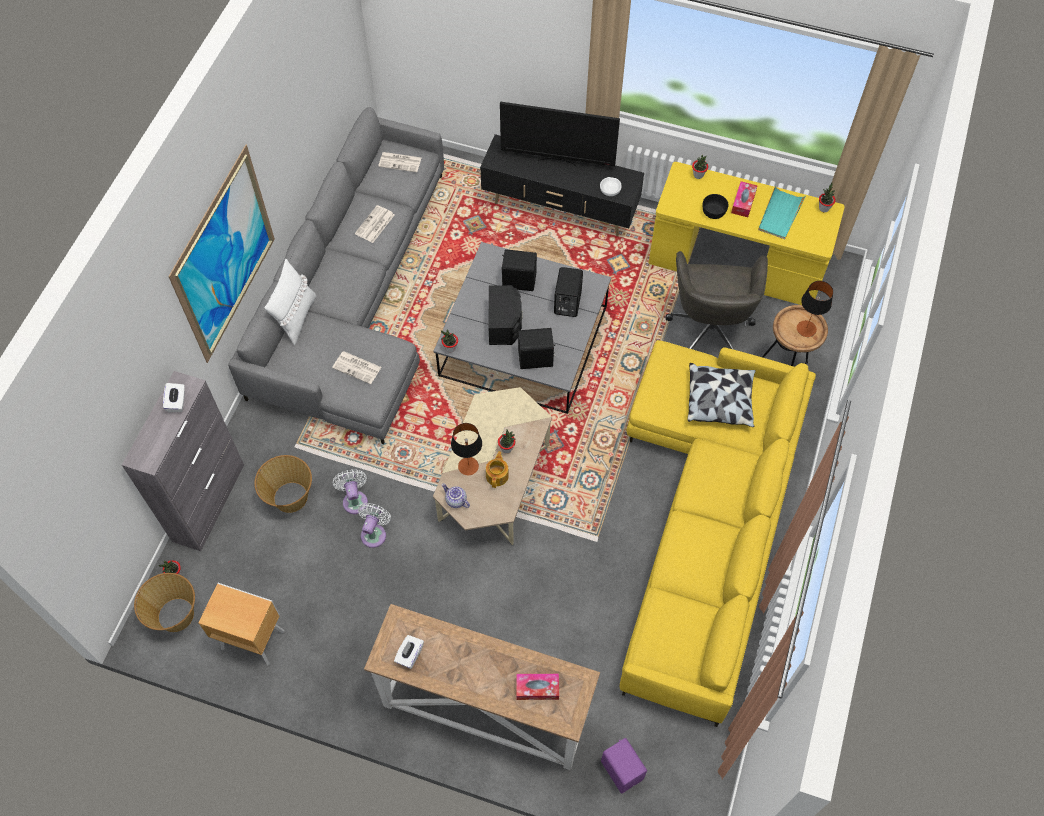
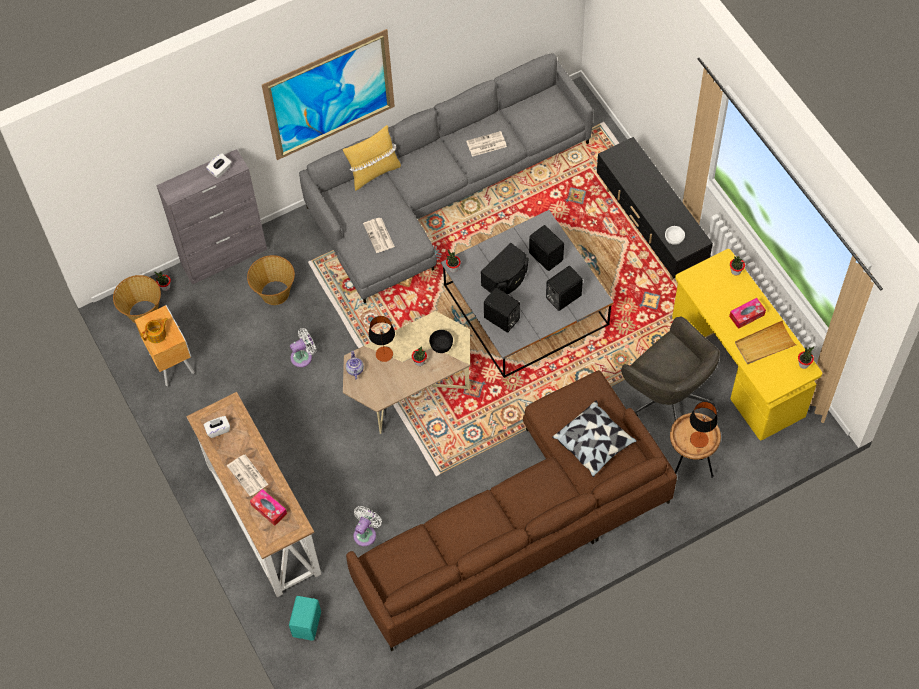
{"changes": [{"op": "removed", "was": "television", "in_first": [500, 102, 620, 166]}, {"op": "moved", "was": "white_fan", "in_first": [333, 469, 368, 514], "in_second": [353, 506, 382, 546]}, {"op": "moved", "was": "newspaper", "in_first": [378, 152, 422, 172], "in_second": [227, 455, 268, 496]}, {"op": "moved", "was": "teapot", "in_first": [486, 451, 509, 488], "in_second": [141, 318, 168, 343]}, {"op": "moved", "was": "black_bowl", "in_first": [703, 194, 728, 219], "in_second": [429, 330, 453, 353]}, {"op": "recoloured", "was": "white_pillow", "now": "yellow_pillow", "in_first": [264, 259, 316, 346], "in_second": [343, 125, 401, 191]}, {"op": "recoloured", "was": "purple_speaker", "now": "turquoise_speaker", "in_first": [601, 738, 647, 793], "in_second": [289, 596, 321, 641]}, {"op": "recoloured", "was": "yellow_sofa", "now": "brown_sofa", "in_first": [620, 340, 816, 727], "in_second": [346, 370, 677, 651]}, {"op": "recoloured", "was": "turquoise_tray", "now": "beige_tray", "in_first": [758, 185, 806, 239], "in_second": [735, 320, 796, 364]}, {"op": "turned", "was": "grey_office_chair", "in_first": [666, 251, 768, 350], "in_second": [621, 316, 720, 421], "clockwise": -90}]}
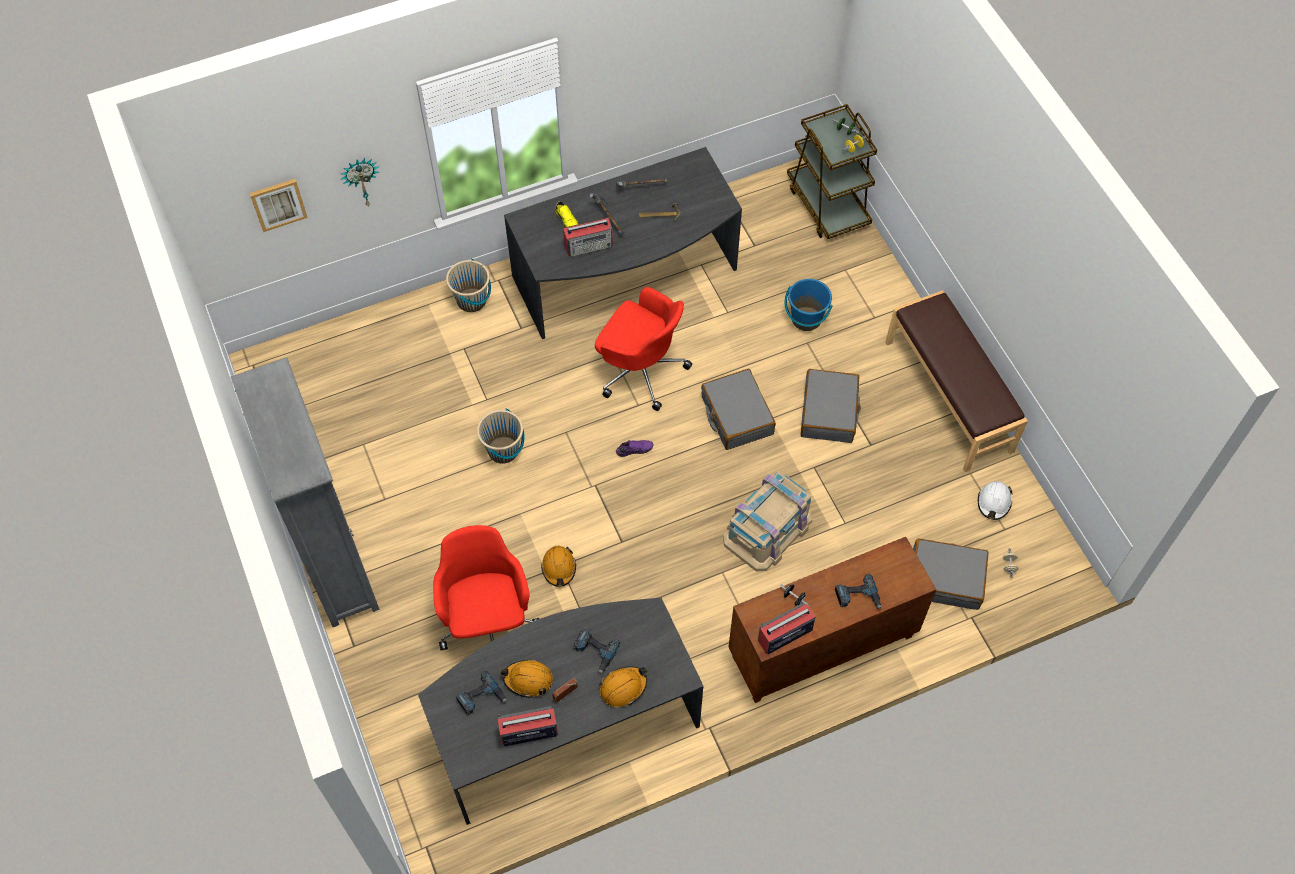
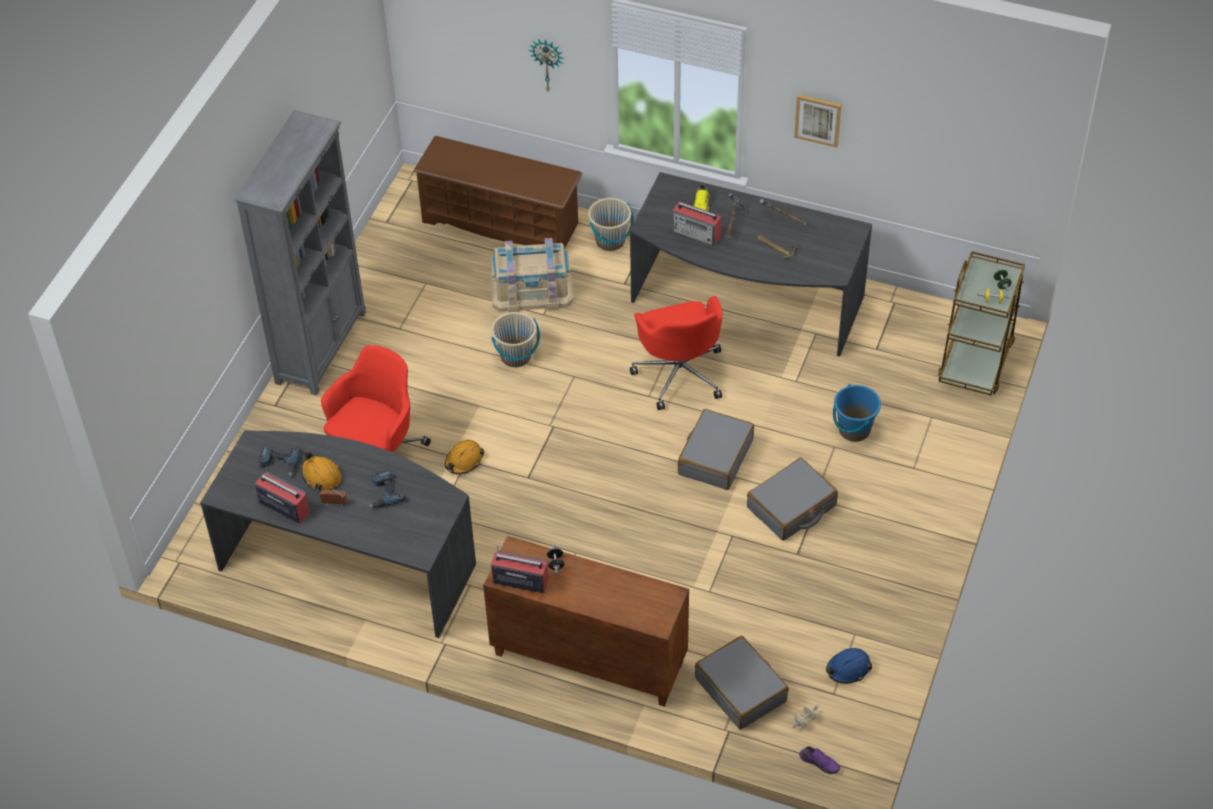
{"changes": [{"op": "removed", "was": "orange_hard_hat", "in_first": [599, 666, 647, 707]}, {"op": "removed", "was": "power_drill", "in_first": [835, 574, 881, 610]}, {"op": "removed", "was": "brown_bench", "in_first": [885, 290, 1028, 472]}, {"op": "added", "now": "brown_shoe_rack", "in_second": [413, 136, 583, 247]}, {"op": "moved", "was": "picture", "in_first": [249, 179, 308, 232], "in_second": [794, 94, 842, 148]}, {"op": "moved", "was": "purple_shoe", "in_first": [616, 440, 653, 457], "in_second": [799, 746, 840, 774]}, {"op": "moved", "was": "beige_storage_box", "in_first": [723, 472, 812, 571], "in_second": [491, 238, 574, 313]}, {"op": "recoloured", "was": "white_hard_hat", "now": "blue_hard_hat", "in_first": [978, 481, 1013, 520], "in_second": [826, 648, 872, 683]}]}
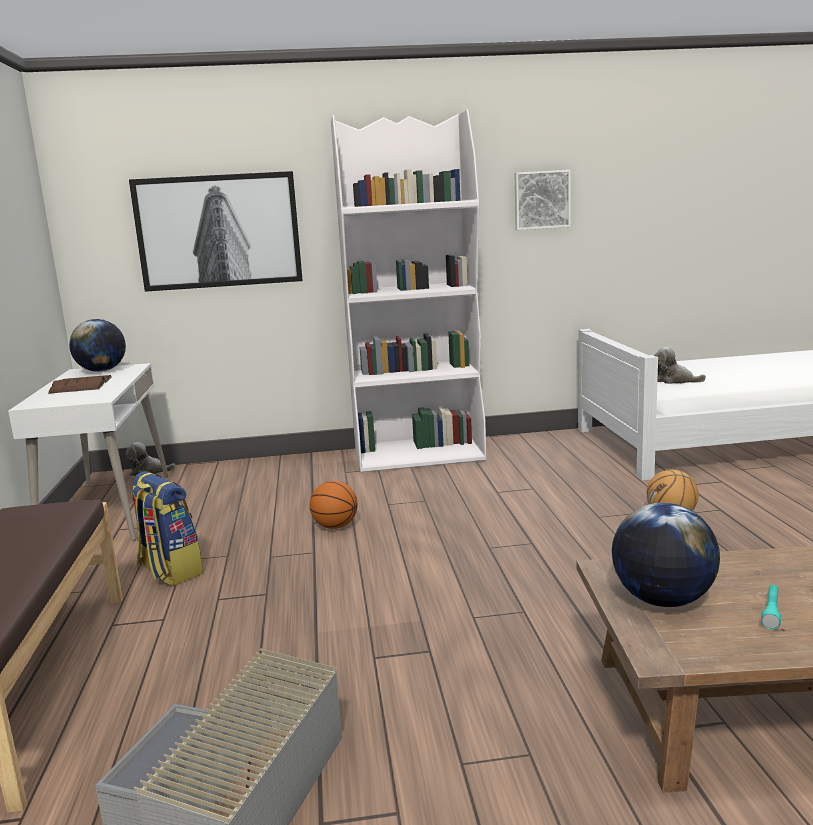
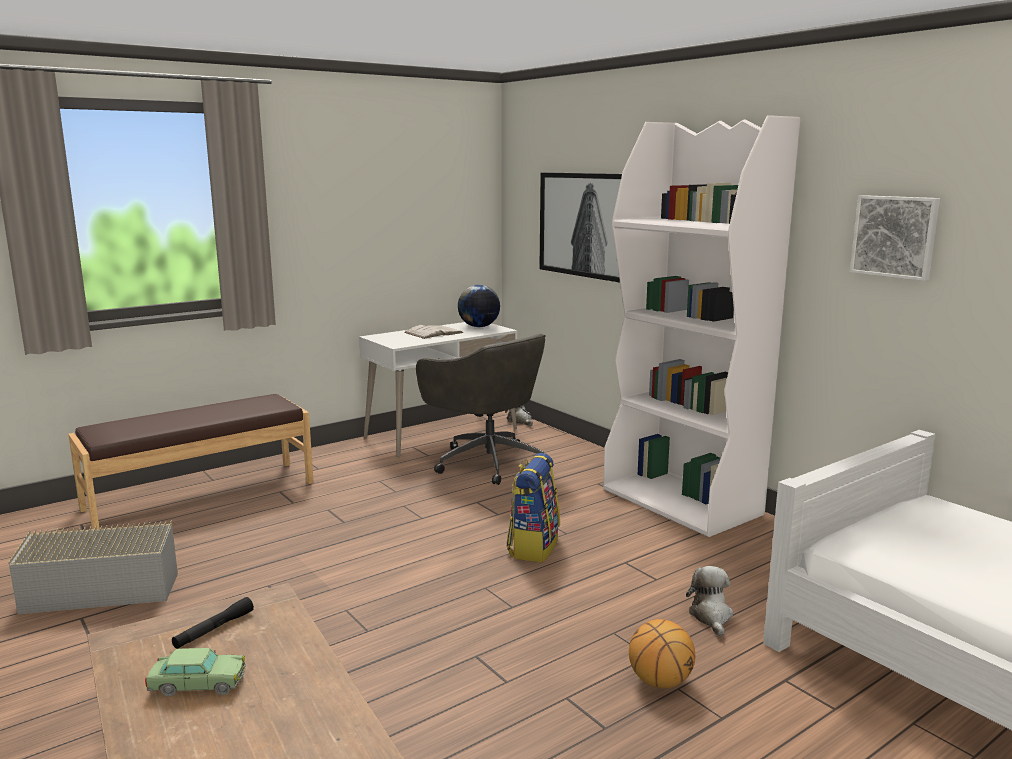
{"changes": [{"op": "removed", "was": "basketball", "in_first": [310, 481, 358, 529]}, {"op": "added", "now": "grey_office_chair", "in_second": [416, 334, 546, 485]}, {"op": "moved", "was": "backpack", "in_first": [131, 471, 203, 586], "in_second": [506, 453, 560, 562]}, {"op": "moved", "was": "plush_toy", "in_first": [654, 347, 706, 384], "in_second": [686, 566, 733, 637]}, {"op": "replaced", "was": "globe", "now": "black_flashlight", "in_first": [612, 503, 720, 607], "in_second": [172, 597, 254, 649]}, {"op": "replaced", "was": "turquoise_flashlight", "now": "toy_car", "in_first": [761, 585, 781, 630], "in_second": [145, 648, 246, 697]}, {"op": "recoloured", "was": "brown_book", "now": "white_book", "in_first": [48, 375, 112, 394], "in_second": [404, 325, 463, 339]}]}
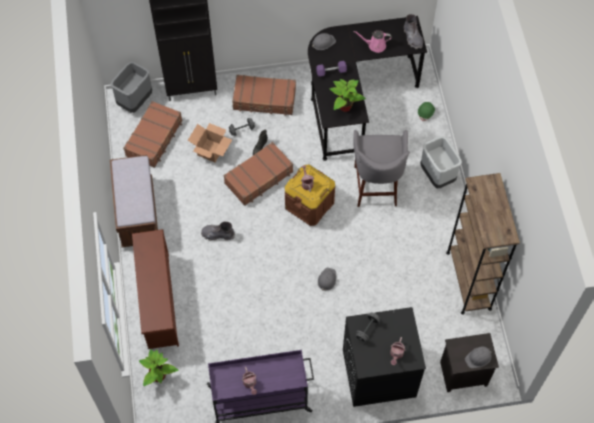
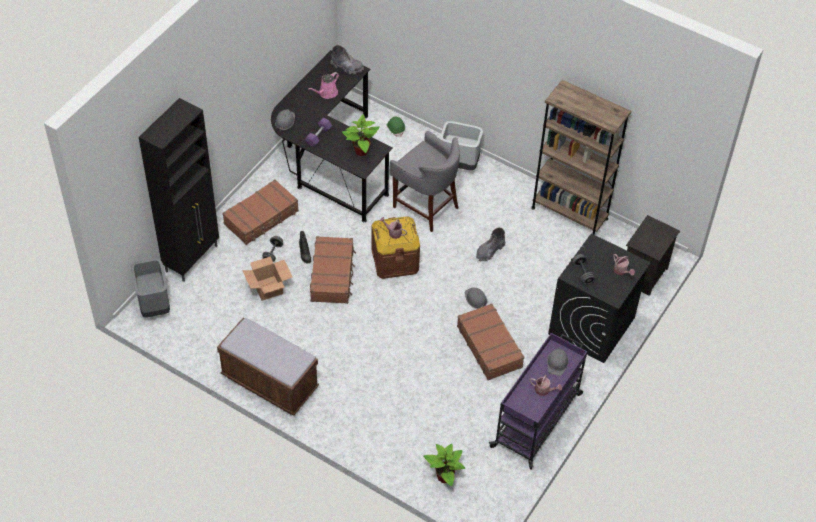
{"changes": [{"op": "removed", "was": "brown_shoe_rack", "in_first": [132, 229, 179, 349]}, {"op": "moved", "was": "brown_suitcase", "in_first": [123, 101, 182, 168], "in_second": [457, 303, 524, 380]}, {"op": "moved", "was": "grey_boot", "in_first": [201, 222, 235, 241], "in_second": [476, 228, 505, 261]}, {"op": "moved", "was": "grey_hard_hat", "in_first": [465, 346, 492, 368], "in_second": [547, 348, 568, 376]}]}
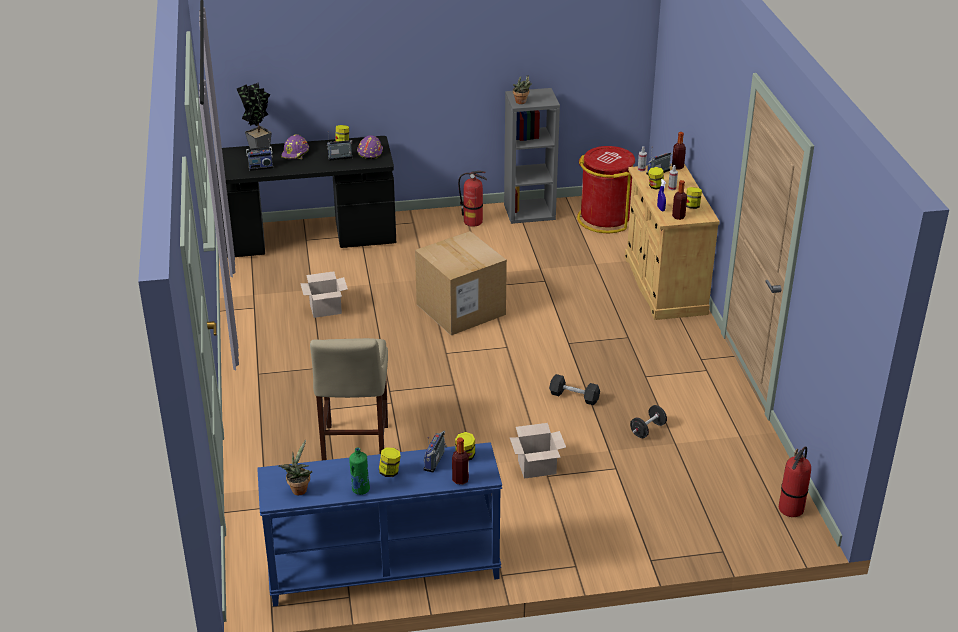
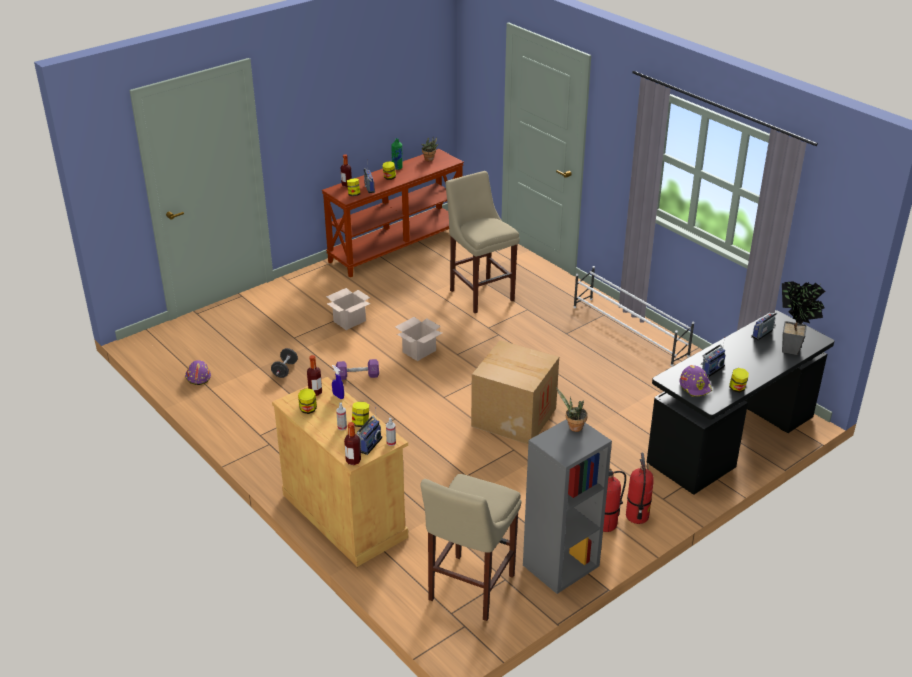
{"changes": [{"op": "added", "now": "white_shoe_rack", "in_second": [573, 266, 694, 367]}, {"op": "moved", "was": "purple_hard_hat", "in_first": [281, 135, 309, 160], "in_second": [185, 360, 211, 385]}, {"op": "moved", "was": "cardboard_box", "in_first": [300, 271, 348, 318], "in_second": [395, 317, 442, 361]}, {"op": "moved", "was": "fire_extinguisher", "in_first": [779, 446, 811, 517], "in_second": [626, 453, 654, 524]}, {"op": "replaced", "was": "red_trash_can", "now": "beige_stool", "in_first": [577, 146, 635, 233], "in_second": [420, 474, 521, 621]}, {"op": "recoloured", "was": "blue_console_table", "now": "brown_console_table", "in_first": [257, 442, 502, 607], "in_second": [322, 149, 464, 277]}, {"op": "recoloured", "was": "black_dumbbell", "now": "purple_dumbbell", "in_first": [549, 374, 600, 405], "in_second": [336, 359, 379, 380]}]}
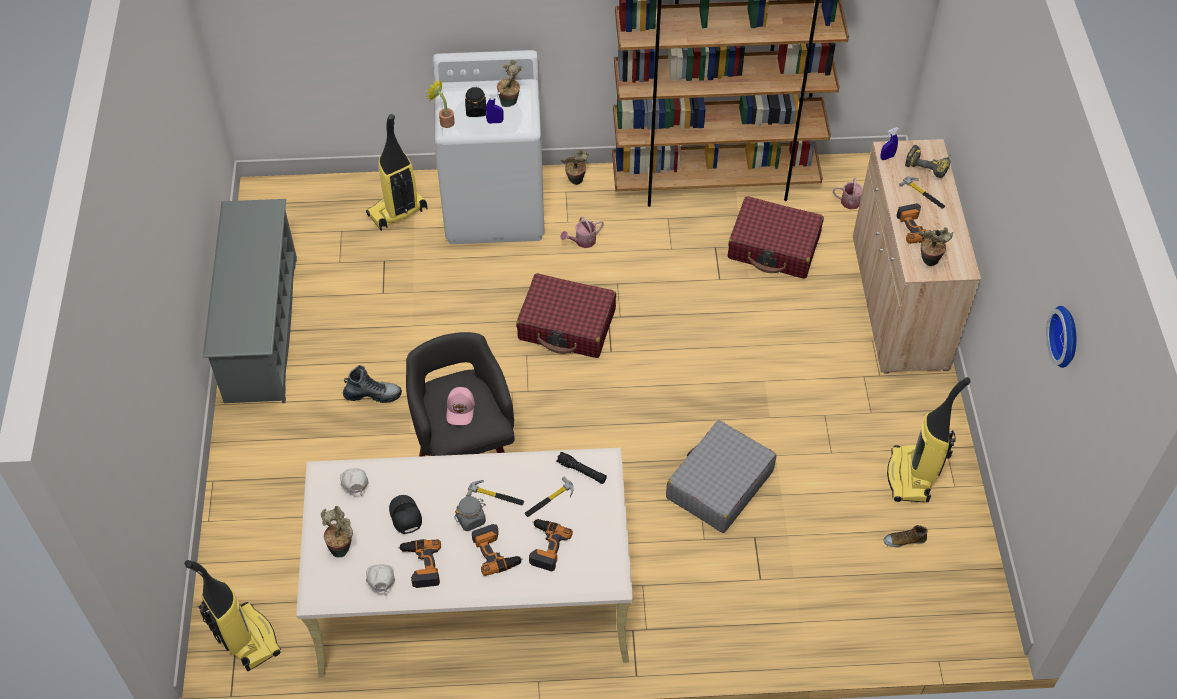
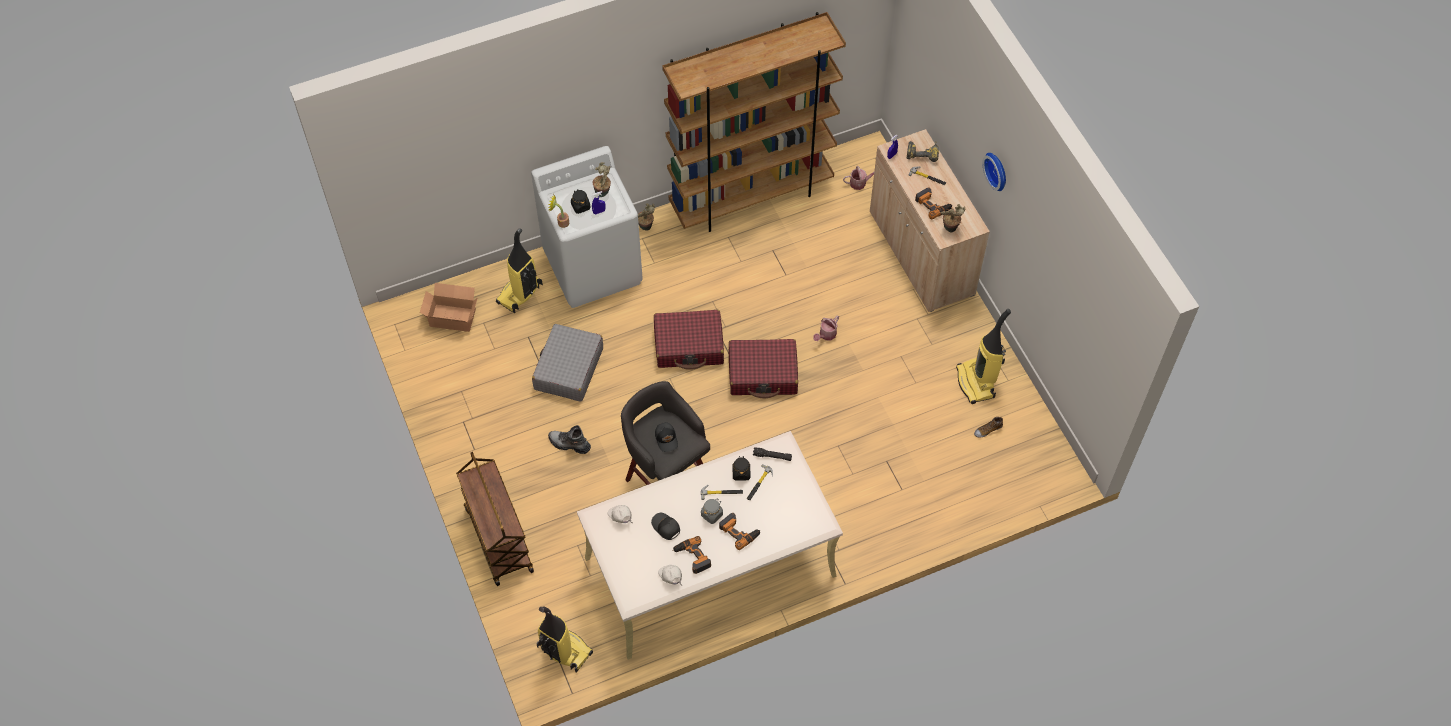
{"changes": [{"op": "removed", "was": "grey_shoe_rack", "in_first": [203, 199, 297, 403]}, {"op": "removed", "was": "potted_plant", "in_first": [321, 506, 353, 557]}, {"op": "removed", "was": "power_drill", "in_first": [529, 519, 573, 571]}, {"op": "added", "now": "cardboard_box", "in_second": [420, 283, 478, 332]}, {"op": "added", "now": "brown_cart", "in_second": [456, 452, 534, 586]}, {"op": "added", "now": "black_jar", "in_second": [733, 456, 750, 481]}, {"op": "moved", "was": "watering_can", "in_first": [560, 217, 604, 248], "in_second": [813, 316, 839, 341]}, {"op": "moved", "was": "grey_suitcase", "in_first": [666, 420, 776, 533], "in_second": [532, 324, 603, 402]}, {"op": "moved", "was": "red_suitcase", "in_first": [728, 196, 824, 279], "in_second": [729, 339, 798, 398]}, {"op": "moved", "was": "wall_clock", "in_first": [1047, 306, 1076, 368], "in_second": [982, 153, 1006, 191]}, {"op": "recoloured", "was": "pink_cap", "now": "black_cap", "in_first": [446, 387, 475, 425], "in_second": [655, 422, 678, 452]}, {"op": "turned", "was": "boot", "in_first": [343, 365, 402, 403], "in_second": [548, 425, 591, 454], "clockwise": -135}]}
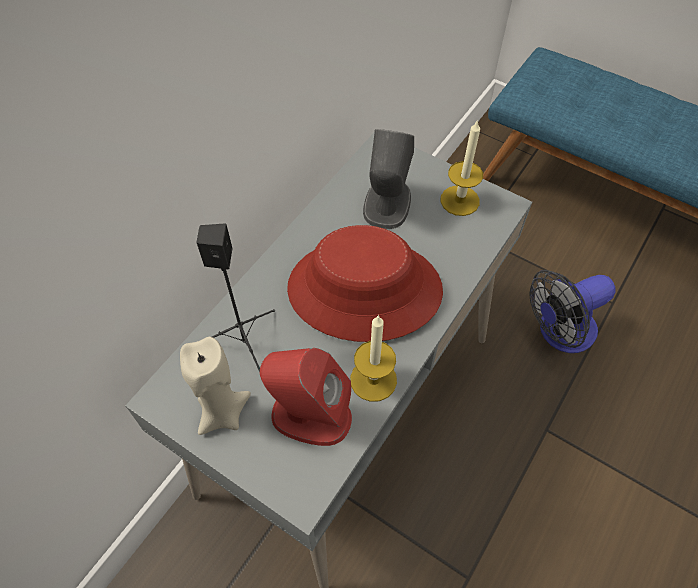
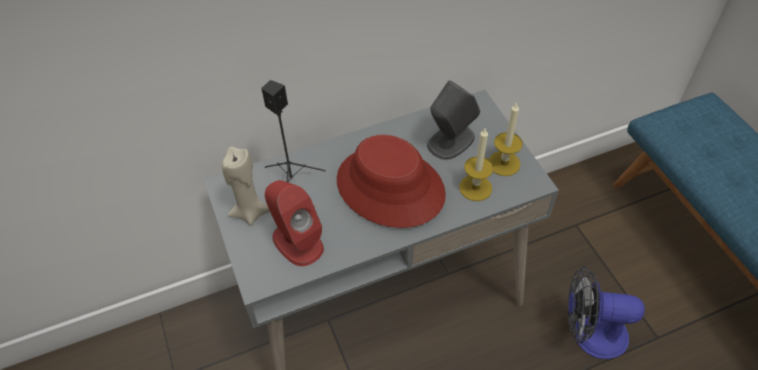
{"changes": [{"op": "moved", "was": "candle", "in_first": [350, 315, 397, 402], "in_second": [459, 127, 493, 201]}]}
